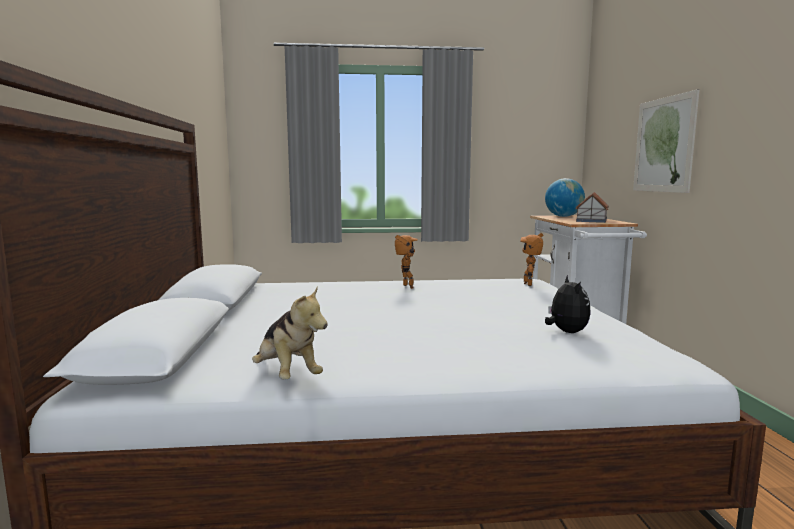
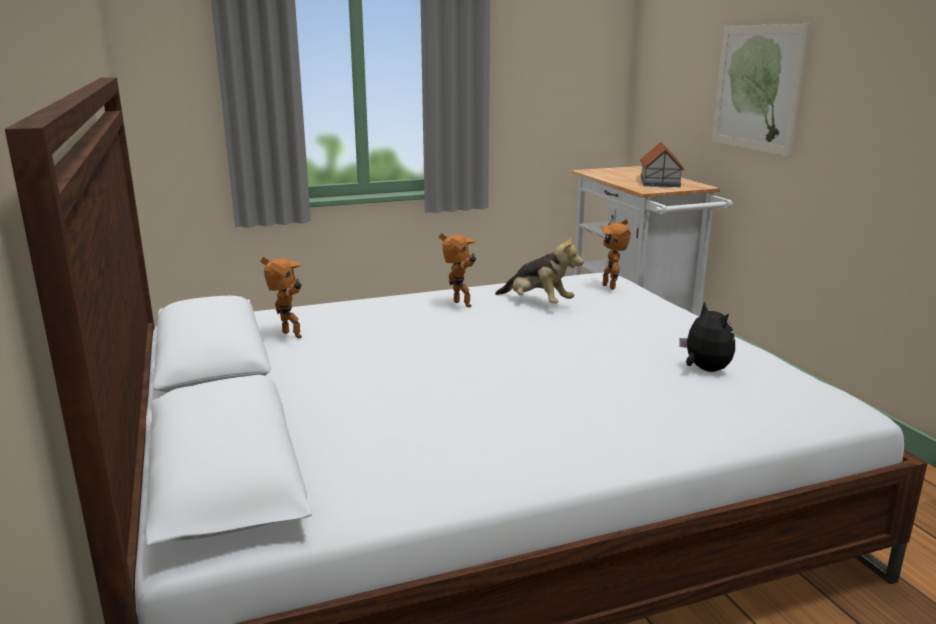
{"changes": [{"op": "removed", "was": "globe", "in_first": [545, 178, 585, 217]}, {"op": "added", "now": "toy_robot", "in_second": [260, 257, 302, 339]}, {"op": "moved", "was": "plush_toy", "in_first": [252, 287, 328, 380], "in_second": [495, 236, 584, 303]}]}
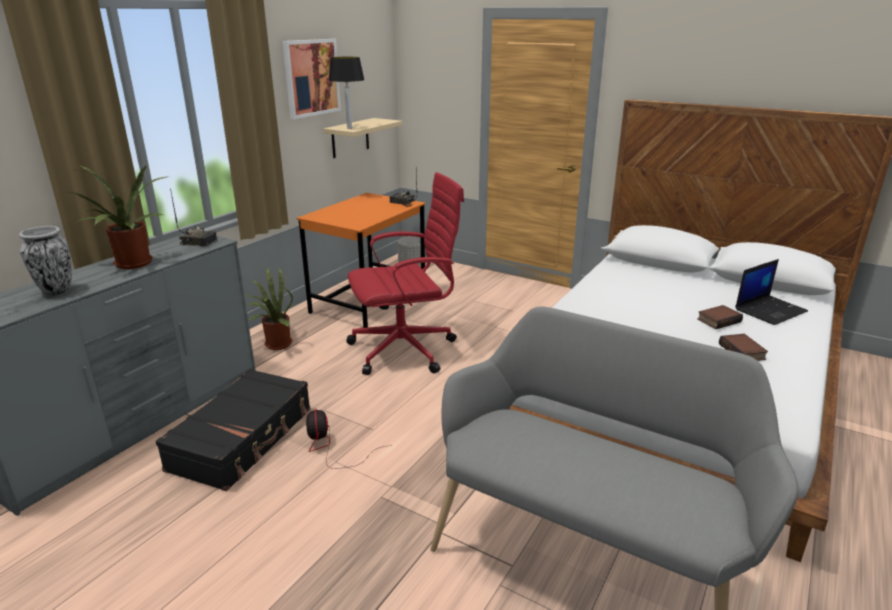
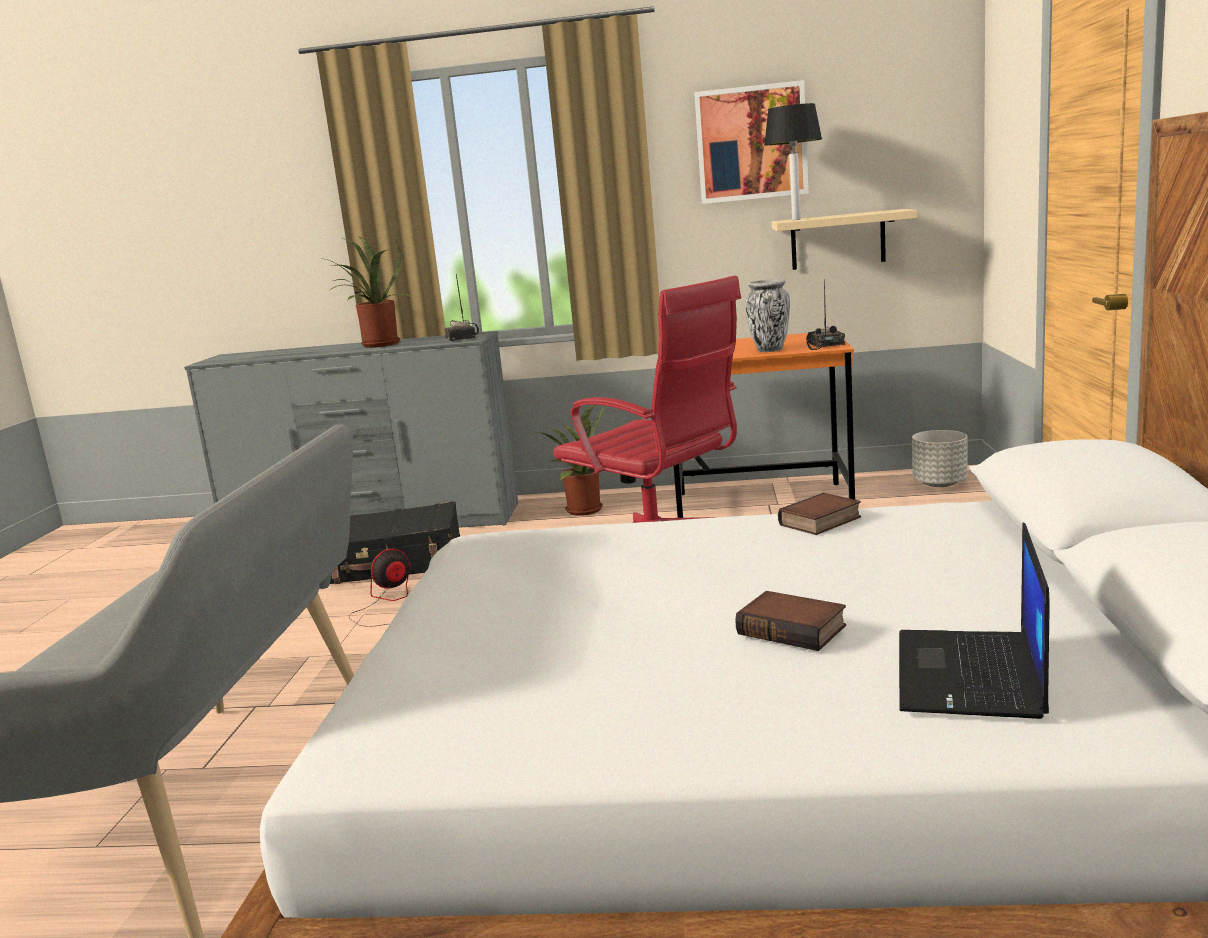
{"changes": [{"op": "moved", "was": "vase", "in_first": [19, 226, 72, 296], "in_second": [745, 279, 790, 352]}, {"op": "moved", "was": "book", "in_first": [719, 334, 768, 361], "in_second": [778, 493, 861, 535]}, {"op": "turned", "was": "laptop", "in_first": [735, 259, 808, 325], "in_second": [899, 522, 1050, 719], "clockwise": 75}]}
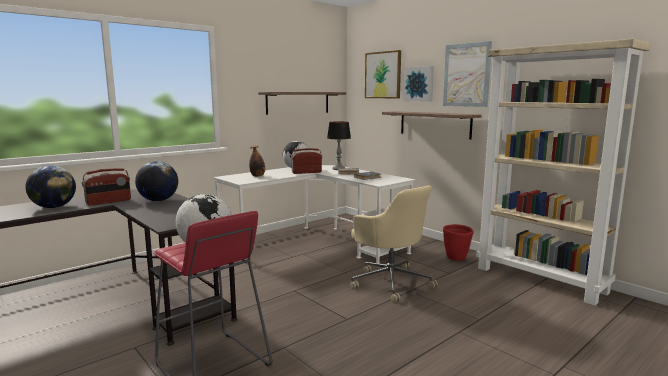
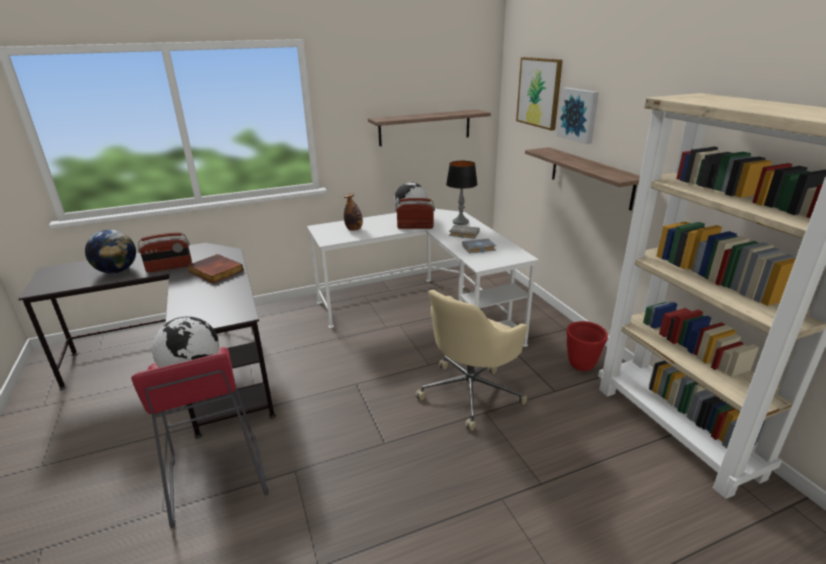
{"changes": [{"op": "removed", "was": "picture", "in_first": [443, 41, 492, 107]}, {"op": "replaced", "was": "globe", "now": "book", "in_first": [135, 161, 178, 201], "in_second": [187, 254, 243, 283]}, {"op": "turned", "was": "beige_office_chair", "in_first": [350, 185, 438, 302], "in_second": [415, 290, 528, 431], "clockwise": 60}]}
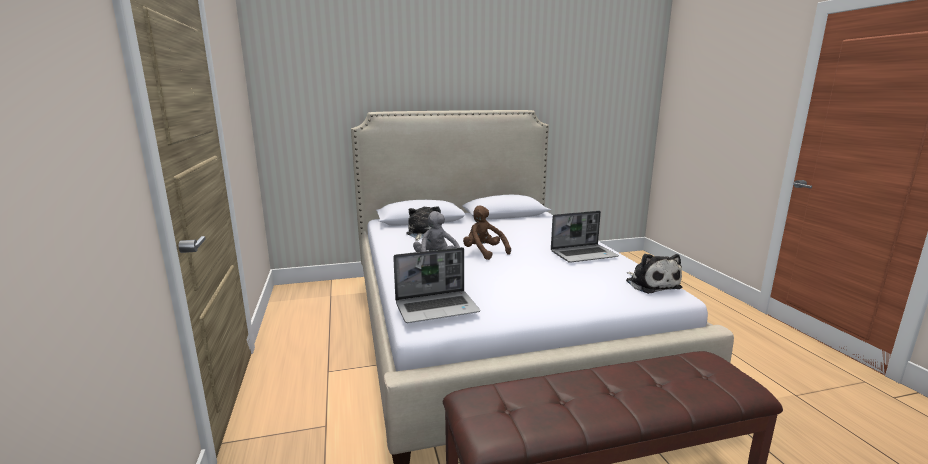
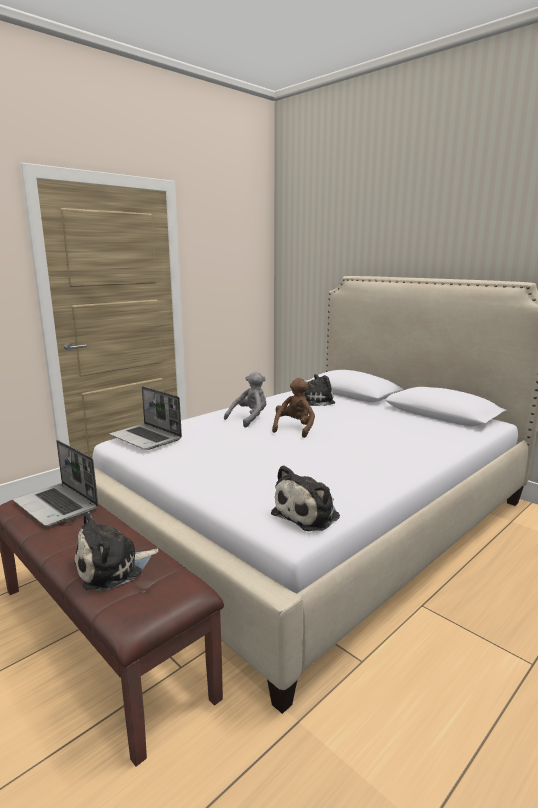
{"changes": [{"op": "added", "now": "plush_toy", "in_second": [74, 512, 159, 591]}, {"op": "moved", "was": "laptop", "in_first": [551, 211, 619, 263], "in_second": [13, 440, 98, 526]}]}
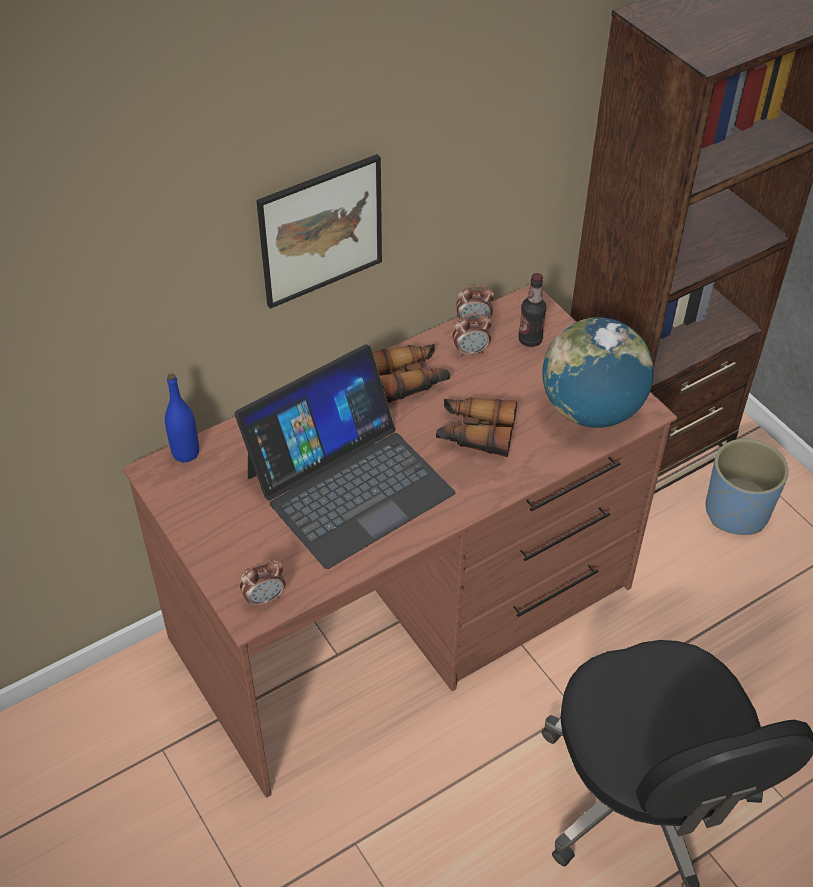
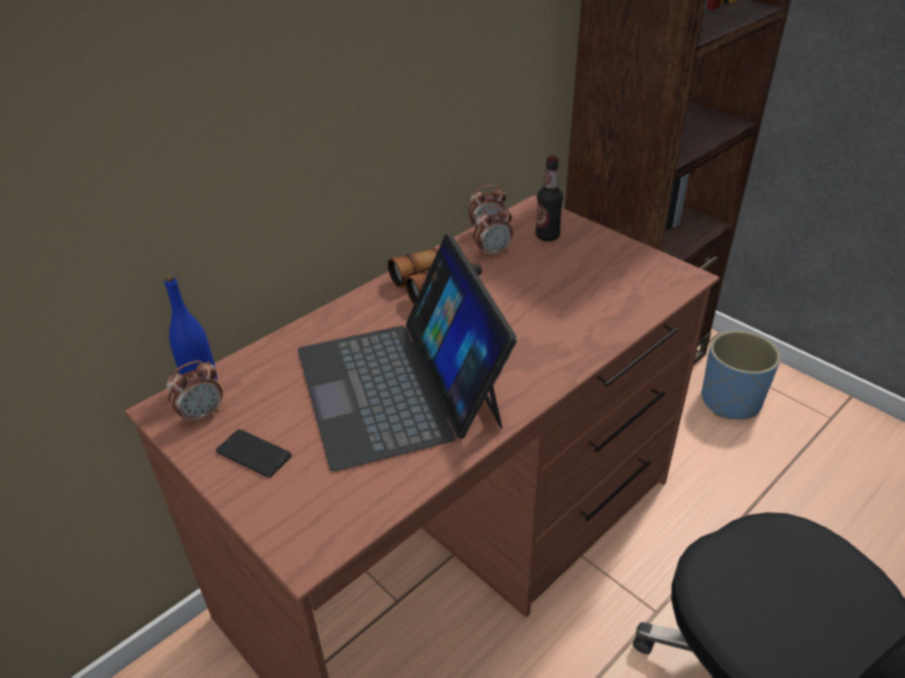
{"changes": [{"op": "removed", "was": "picture", "in_first": [256, 154, 382, 309]}, {"op": "removed", "was": "binoculars", "in_first": [436, 398, 517, 457]}, {"op": "removed", "was": "globe", "in_first": [542, 317, 654, 428]}, {"op": "added", "now": "phone", "in_second": [216, 429, 292, 477]}, {"op": "moved", "was": "alarm_clock", "in_first": [240, 560, 286, 608], "in_second": [167, 360, 223, 426]}, {"op": "turned", "was": "laptop", "in_first": [235, 344, 455, 569], "in_second": [298, 234, 517, 471], "clockwise": 120}]}
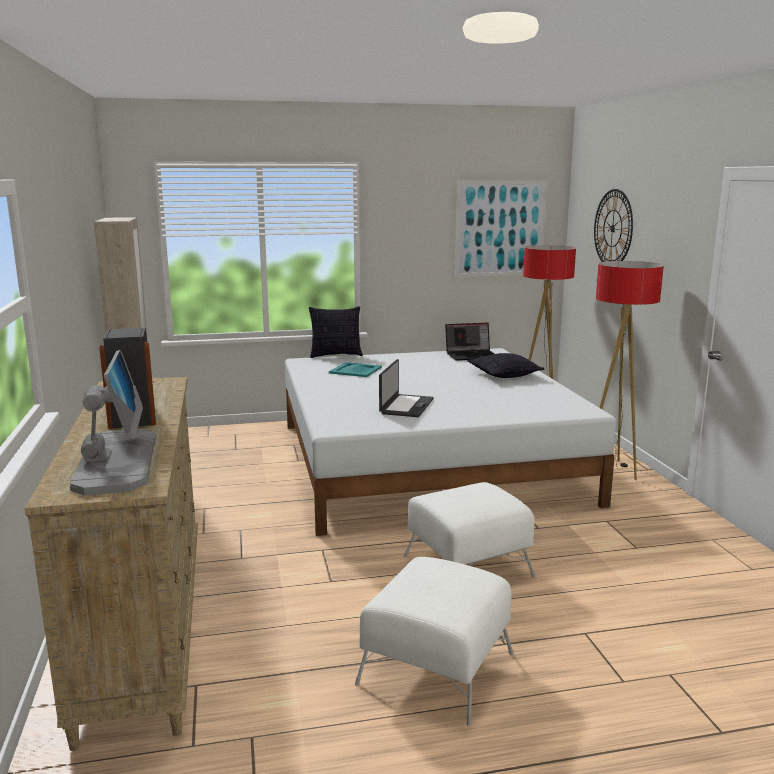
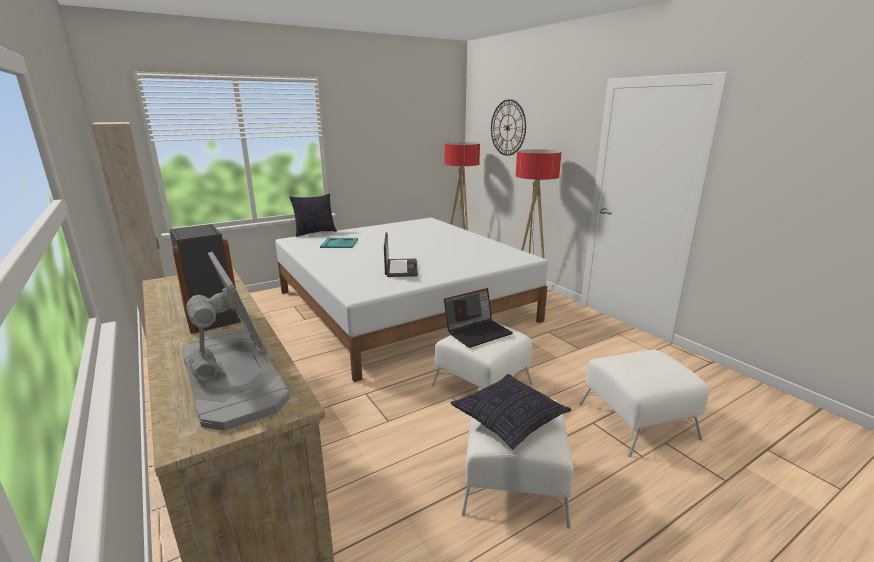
{"changes": [{"op": "removed", "was": "picture", "in_first": [455, 181, 547, 277]}, {"op": "added", "now": "white_ottoman", "in_second": [579, 349, 709, 457]}, {"op": "moved", "was": "laptop", "in_first": [445, 323, 494, 361], "in_second": [444, 288, 513, 348]}, {"op": "moved", "was": "pillow", "in_first": [467, 353, 544, 378], "in_second": [451, 374, 571, 449]}]}
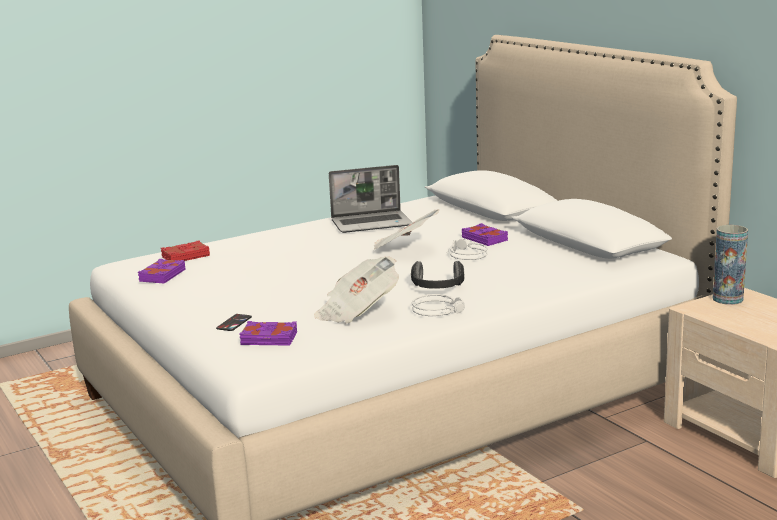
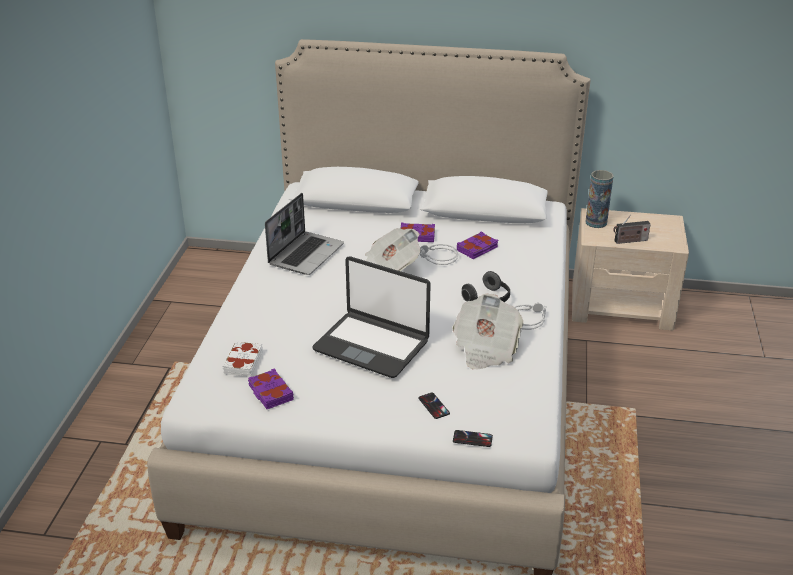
{"changes": [{"op": "added", "now": "laptop", "in_second": [312, 257, 431, 378]}, {"op": "added", "now": "phone", "in_second": [453, 430, 493, 447]}, {"op": "added", "now": "radio", "in_second": [613, 215, 650, 244]}, {"op": "moved", "was": "purple_book", "in_first": [240, 321, 297, 346], "in_second": [457, 231, 498, 259]}, {"op": "recoloured", "was": "red_book", "now": "white_book", "in_first": [161, 240, 210, 261], "in_second": [223, 341, 263, 377]}]}
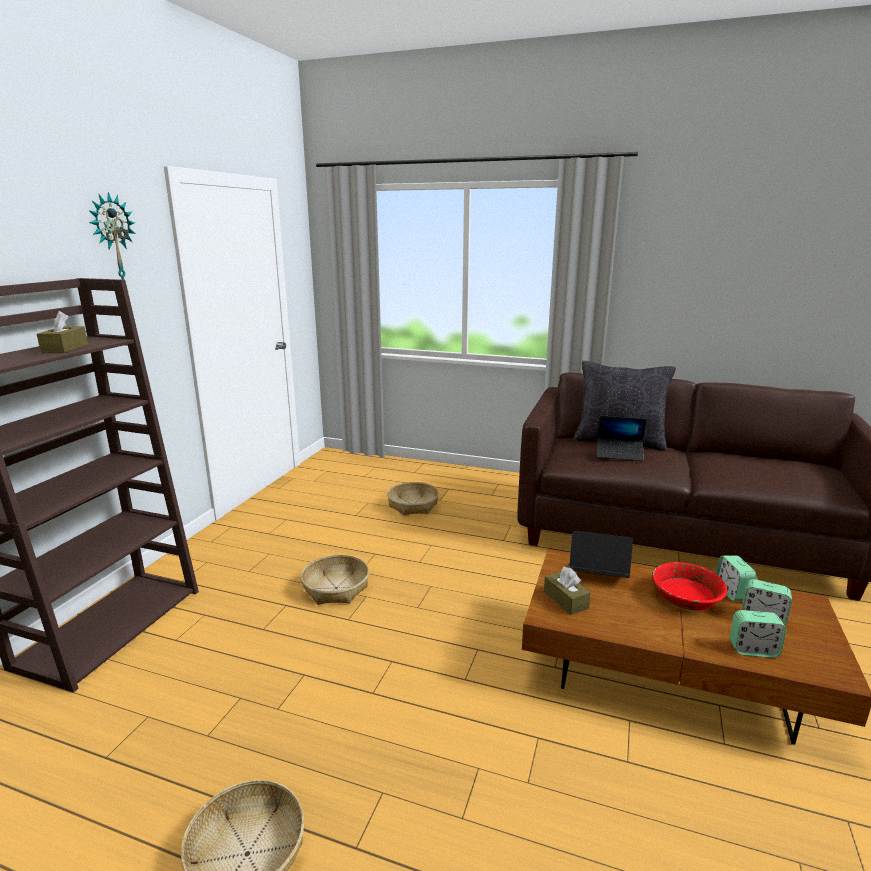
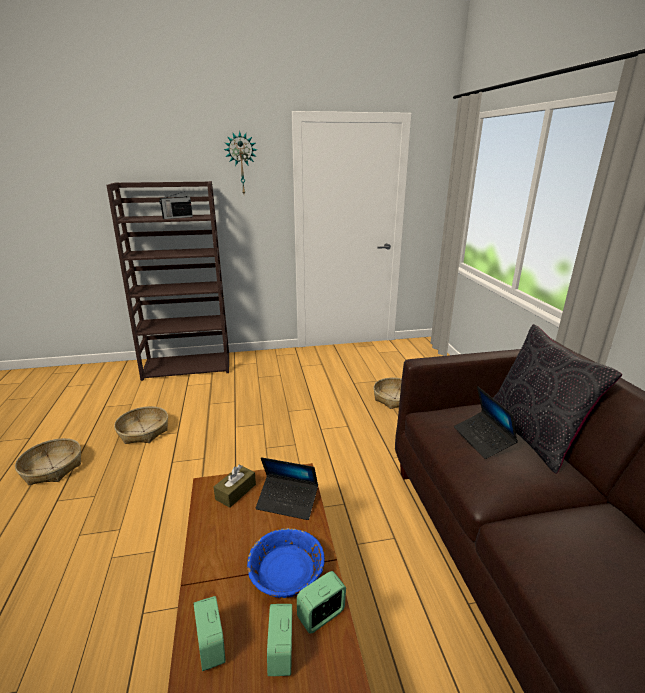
{"changes": [{"op": "moved", "was": "basket", "in_first": [301, 555, 369, 605], "in_second": [114, 406, 168, 444]}, {"op": "replaced", "was": "brown_tissue_box", "now": "radio", "in_first": [37, 311, 88, 353], "in_second": [159, 192, 193, 219]}, {"op": "recoloured", "was": "red_bowl", "now": "blue_bowl", "in_first": [652, 562, 727, 610], "in_second": [247, 528, 325, 598]}, {"op": "turned", "was": "laptop", "in_first": [569, 531, 633, 578], "in_second": [256, 457, 318, 520], "clockwise": 120}]}
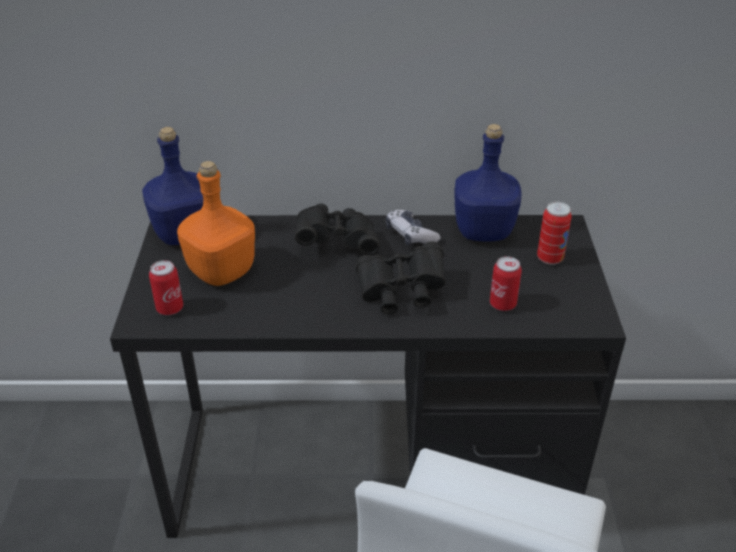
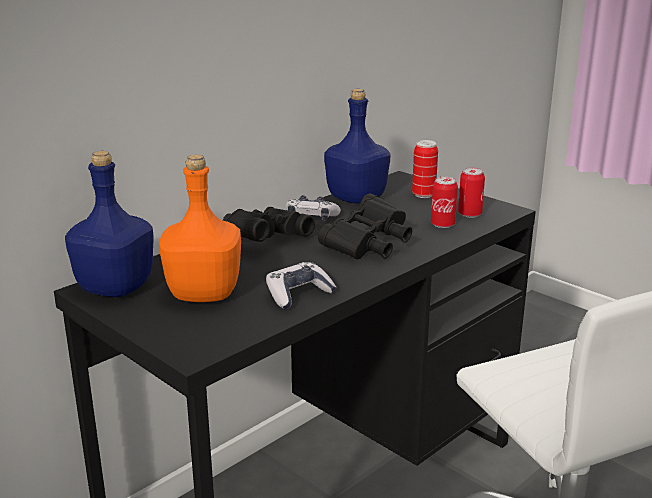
{"changes": [{"op": "added", "now": "game_controller", "in_second": [266, 262, 337, 309]}, {"op": "moved", "was": "can", "in_first": [149, 260, 183, 315], "in_second": [458, 168, 485, 218]}]}
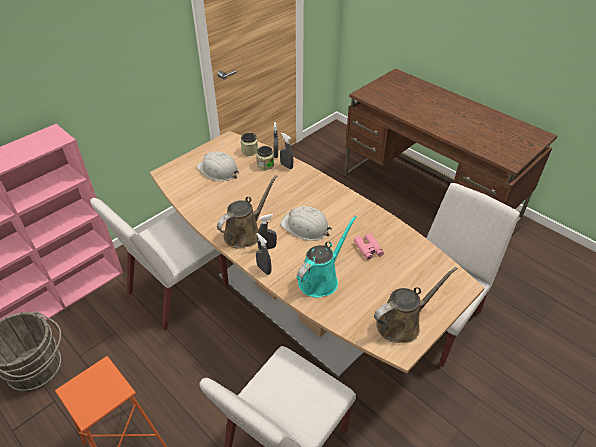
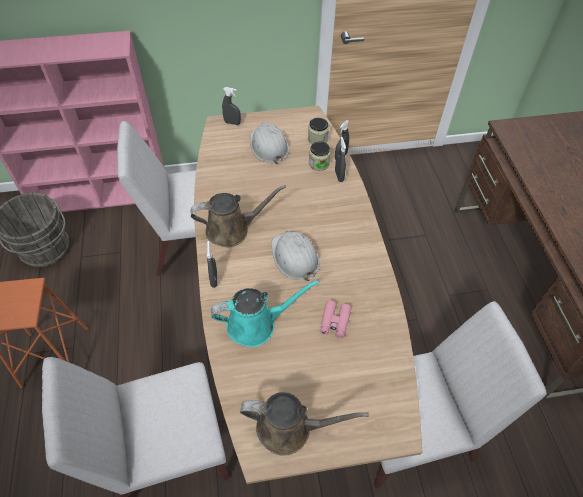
{"changes": [{"op": "moved", "was": "grey_spray_bottle", "in_first": [257, 214, 277, 250], "in_second": [222, 87, 241, 125]}]}
